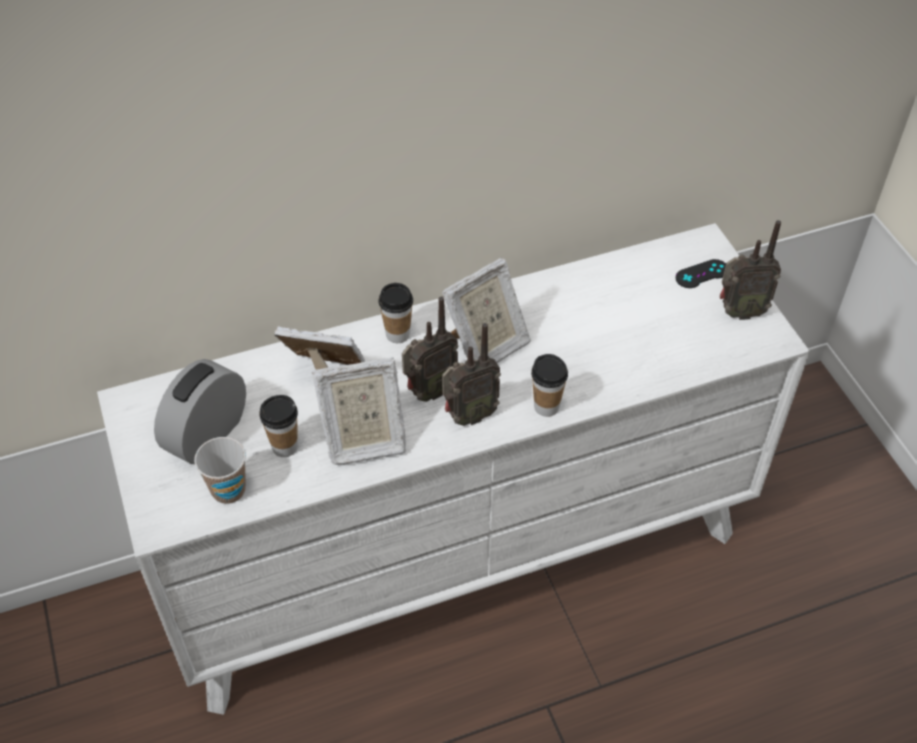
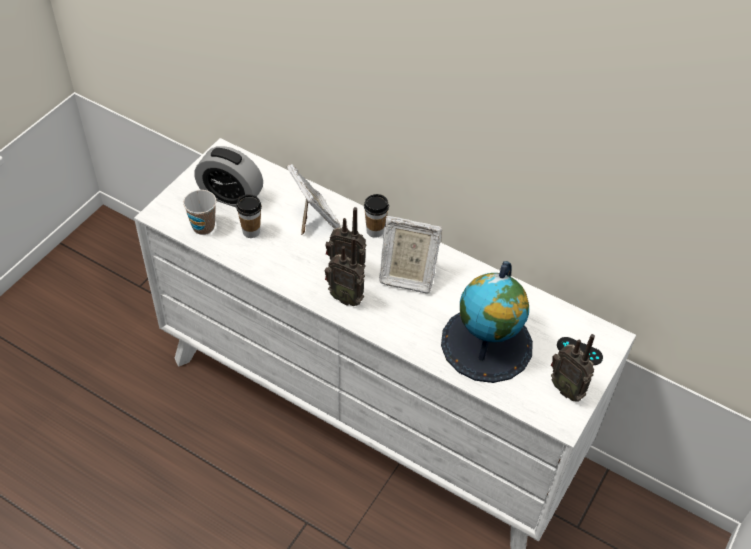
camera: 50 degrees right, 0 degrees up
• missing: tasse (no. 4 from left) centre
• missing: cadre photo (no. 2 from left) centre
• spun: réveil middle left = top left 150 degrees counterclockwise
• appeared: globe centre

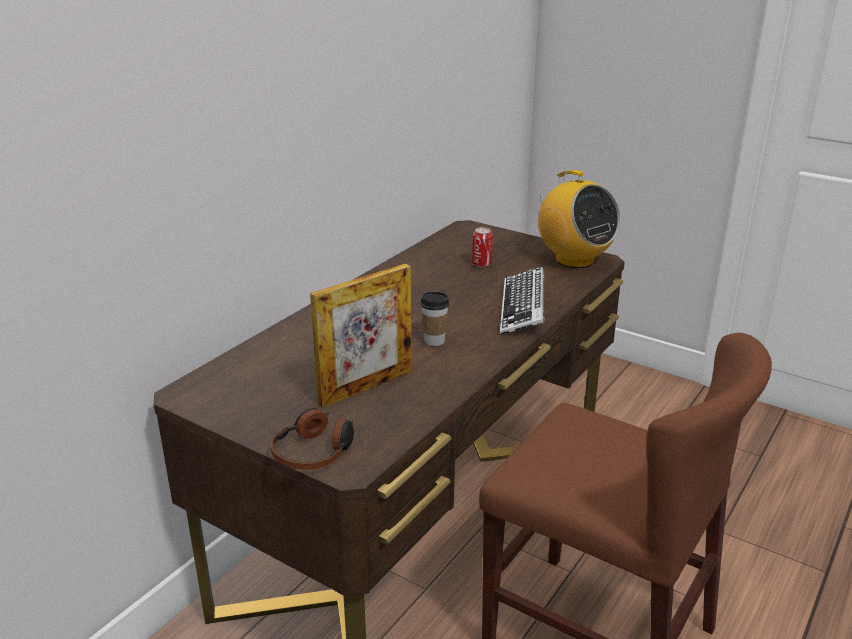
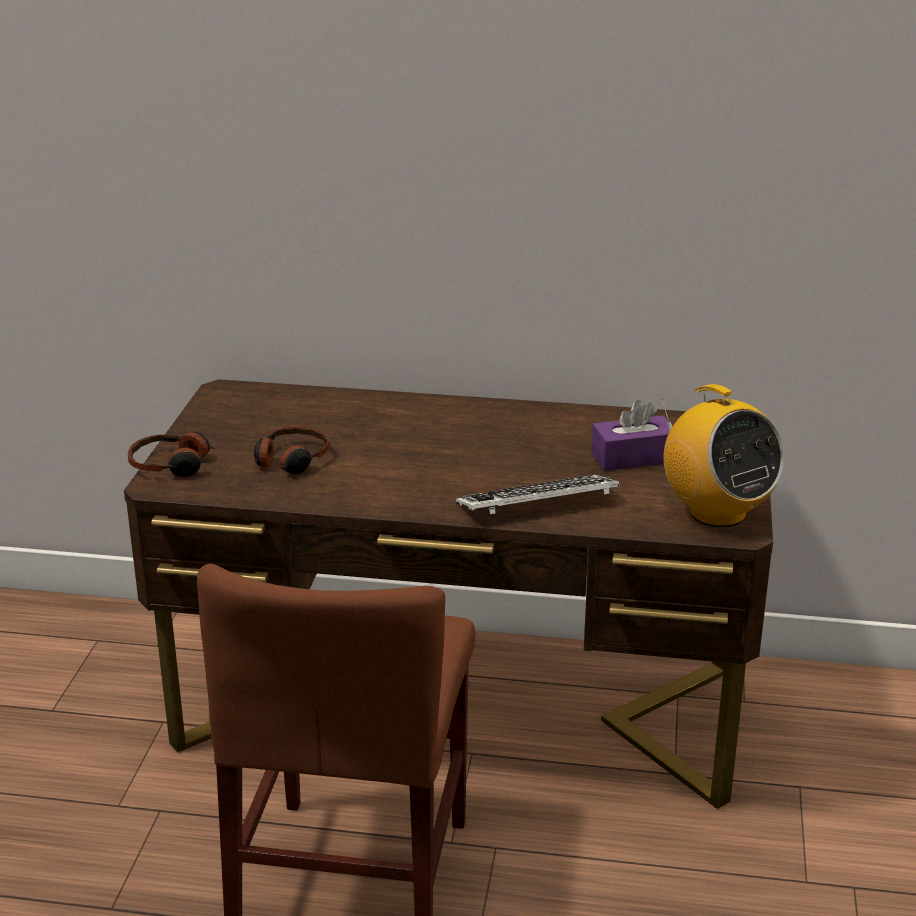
camera: 65 degrees right, 0 degrees up
• spun: radio middle right = middle right 60 degrees counterclockwise
• exchanged: boîte métallique centre to boîte à mouchoirs (violet) middle right
• exchanged: cadre photo centre to casque audio (no. 2 from left) middle left
• missing: tasse centre

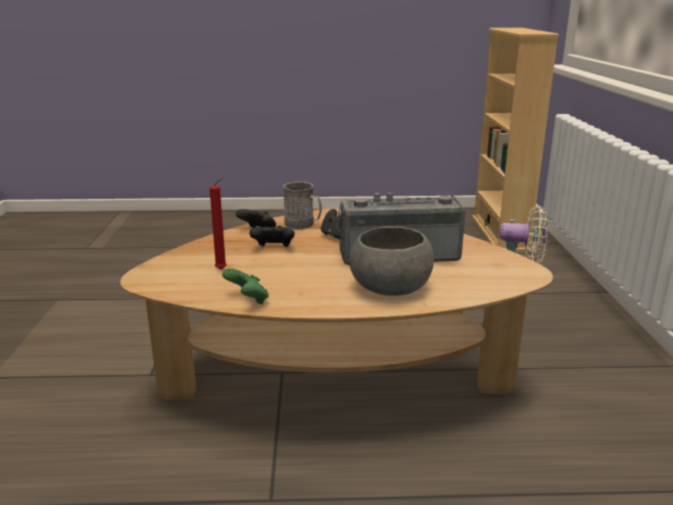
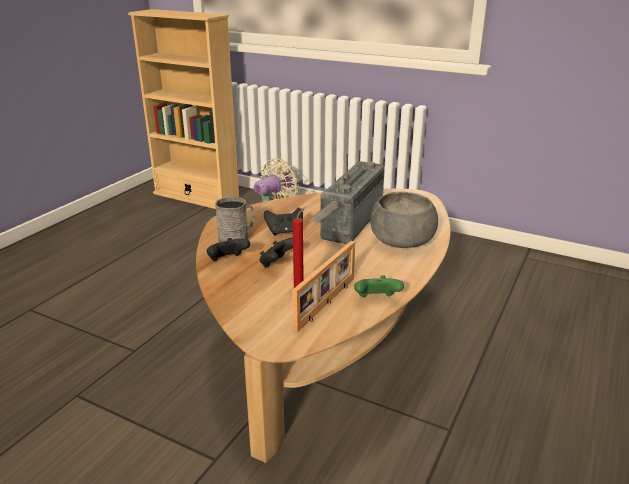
camera: 60 degrees left, 5 degrees up
• appeared: cadre photo centre

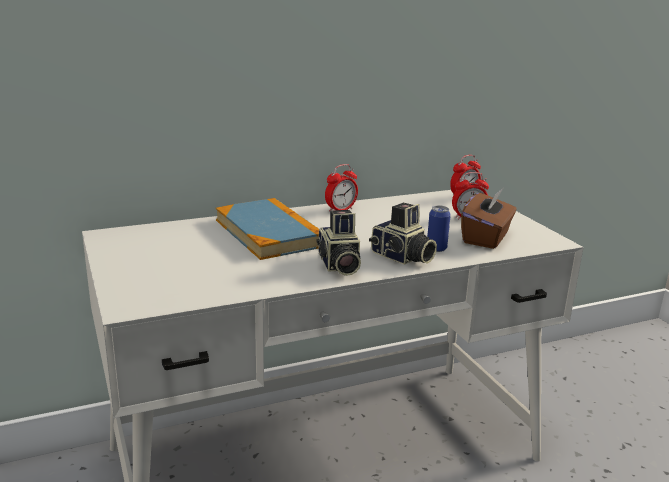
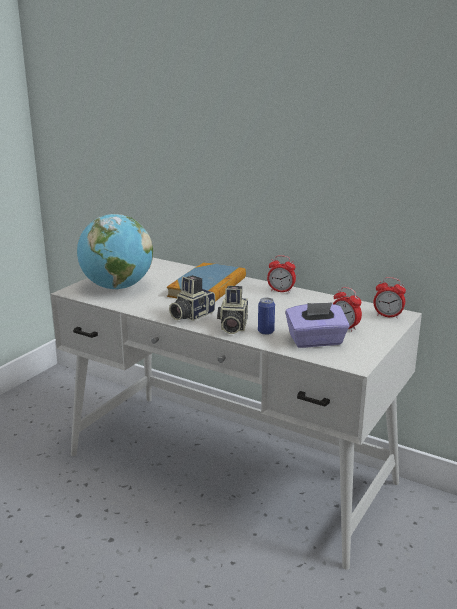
camera: 55 degrees right, 0 degrees up
• colour: boîte à mouchoirs (marron) middle right to boîte à mouchoirs (violet) middle right
• appeared: globe middle left

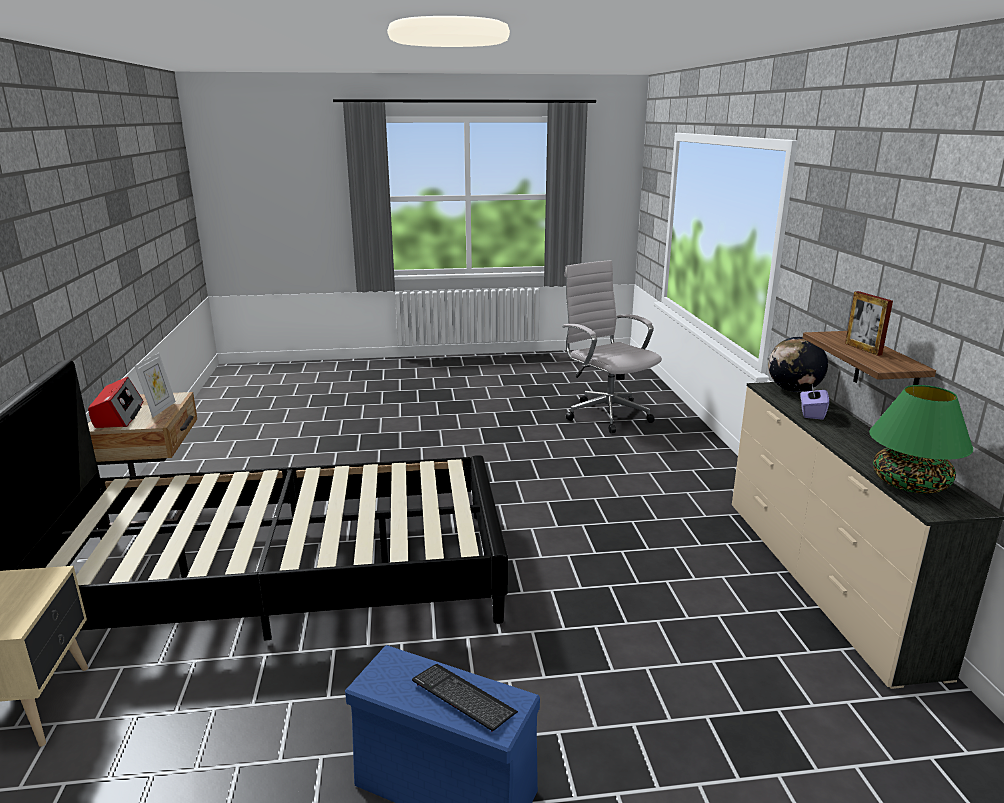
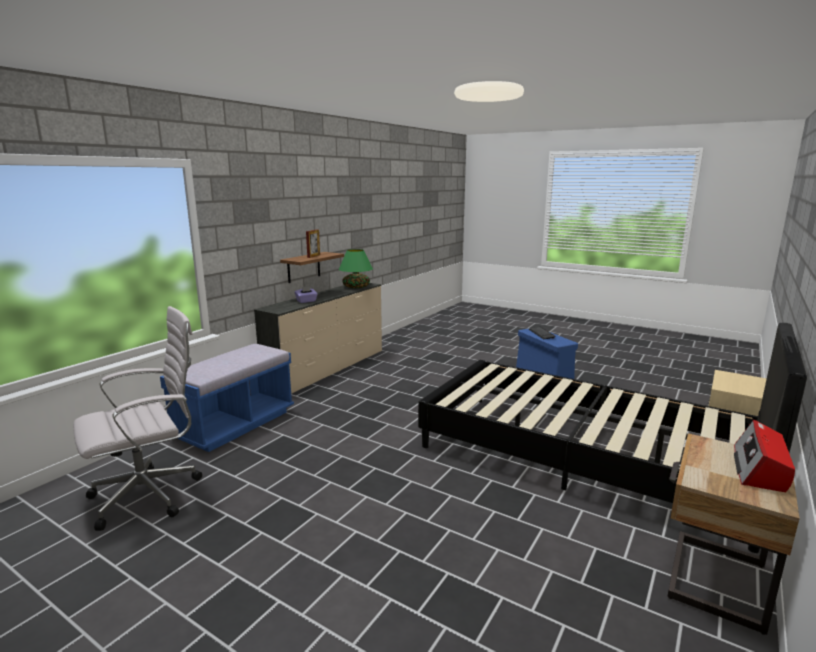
camera: 140 degrees left, 5 degrees down
• spun: chaise de bureau (blanc) centre = middle left 135 degrees counterclockwise
• missing: globe middle right
• missing: cadre photo (no. 1 from left) middle left
• appeared: banc (bleu) middle left

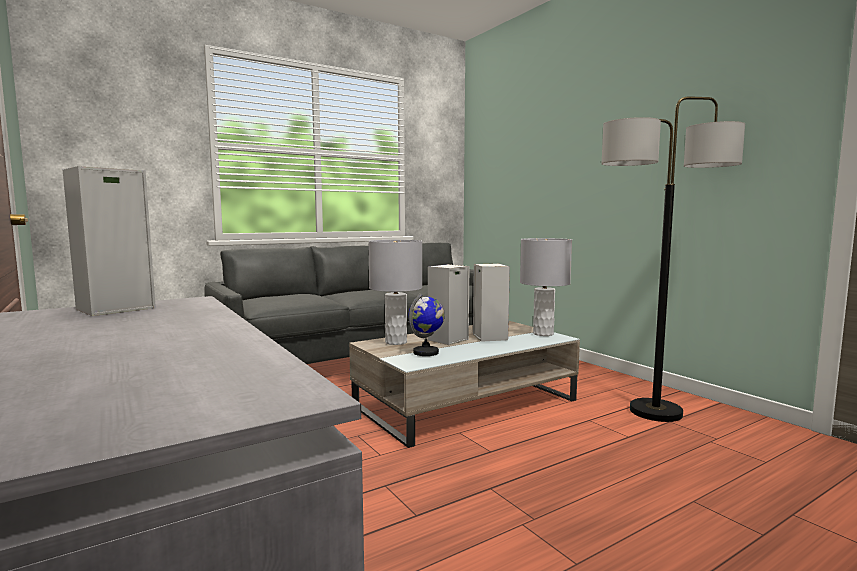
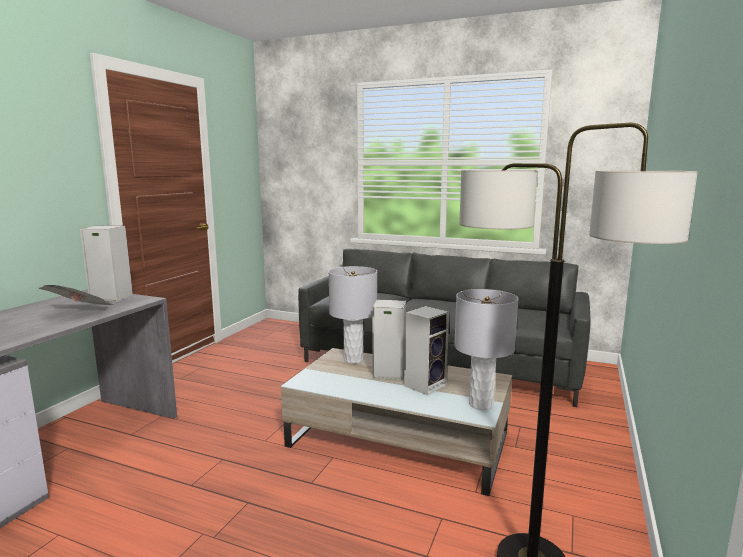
camera: 55 degrees right, 5 degrees up
• missing: globe centre
• appeared: journal middle left

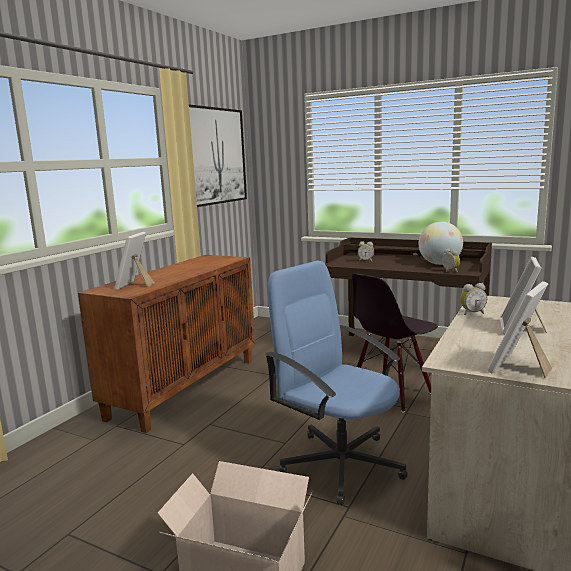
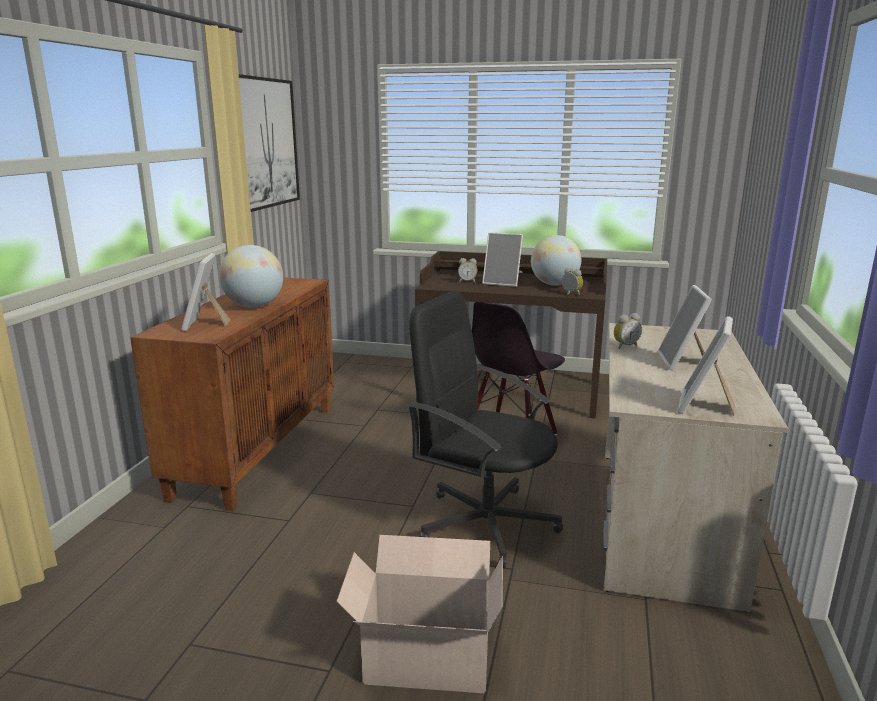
camera: 15 degrees left, 5 degrees up
• colour: chaise de bureau (bleu) bottom centre to chaise de bureau (noir) centre
• appeared: cadre photo (no. 2 from left) centre
• appeared: globe (no. 1 from left) middle left

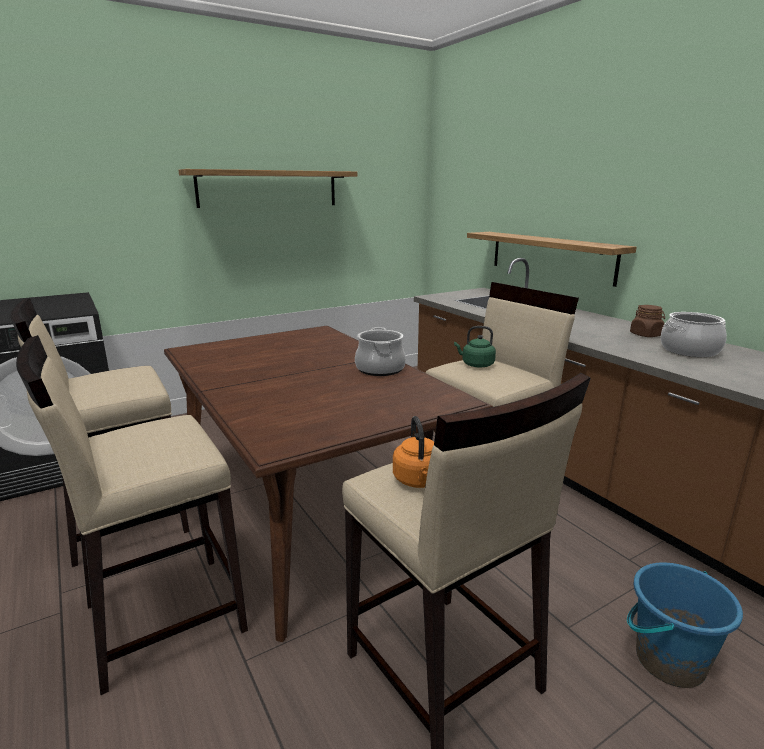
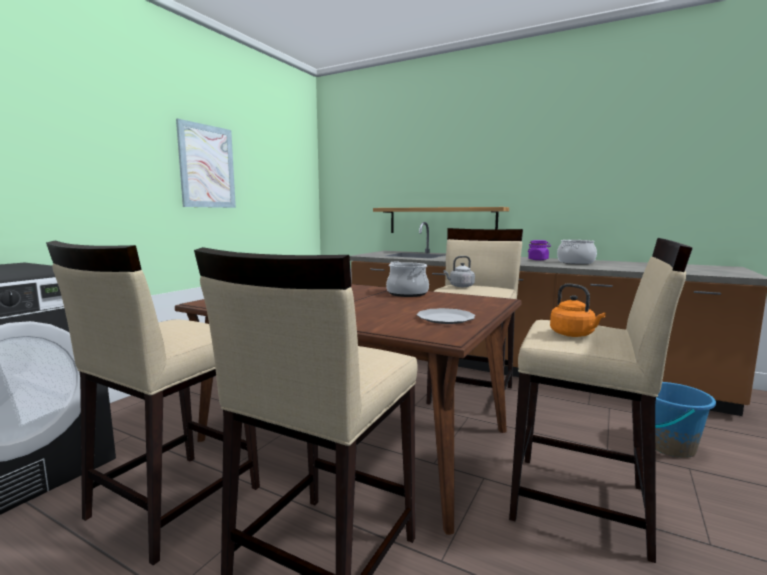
camera: 30 degrees left, 10 degrees down
• exchanged: étagère (no. 1 from left) top centre to tableau top left
• colour: bocal (marron) middle right to bocal (violet) middle right
• colour: bouilloire (vert) centre to bouilloire (gris) centre
• appeared: assiette centre

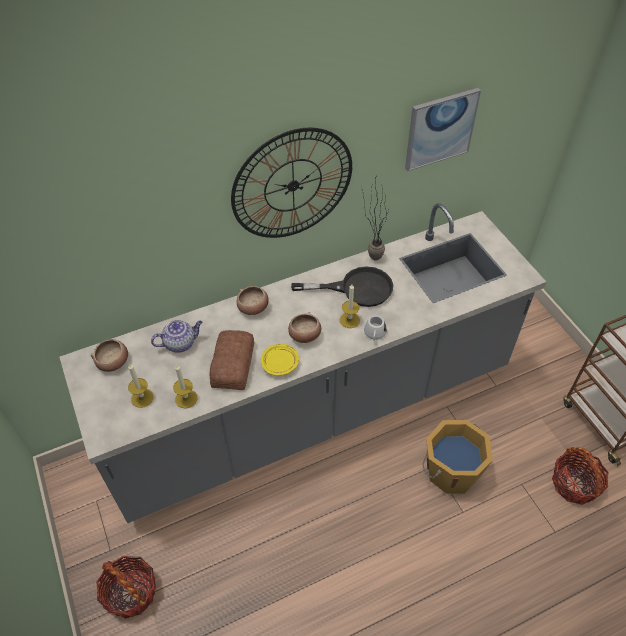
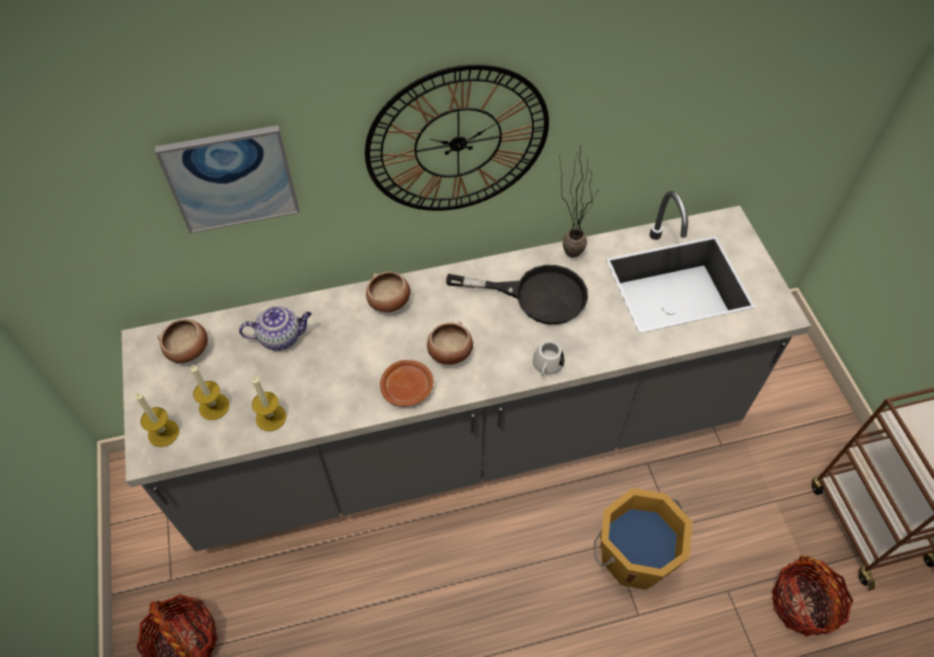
camera: 10 degrees right, 5 degrees up
• relocated: tableau top right to top left
• relocated: bougie (no. 3 from left in the first image) centre to bougie (no. 1 from left) middle left
• missing: pain centre
• colour: assiette (jaune) centre to assiette (marron) centre

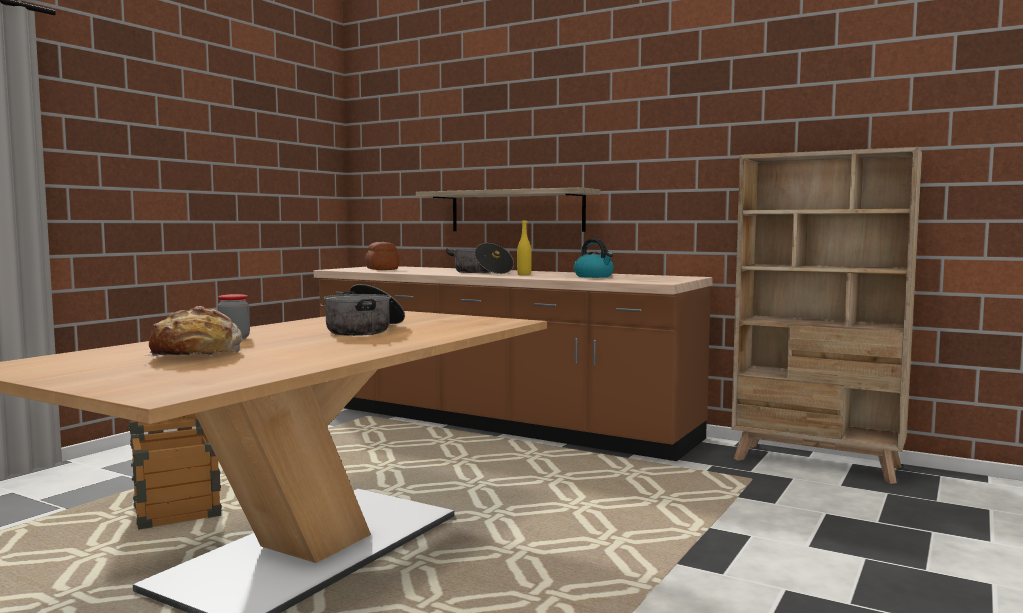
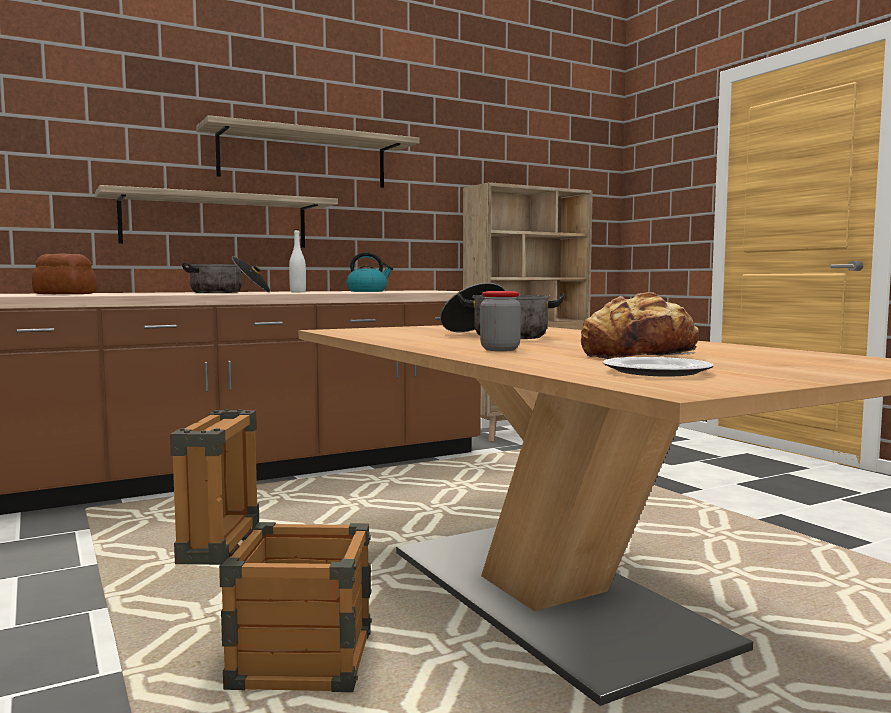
camera: 60 degrees left, 0 degrees up
• colour: bouteille (jaune) centre to bouteille (blanc) centre
• appeared: étagère (no. 2 from left) top centre
• appeared: assiette middle right

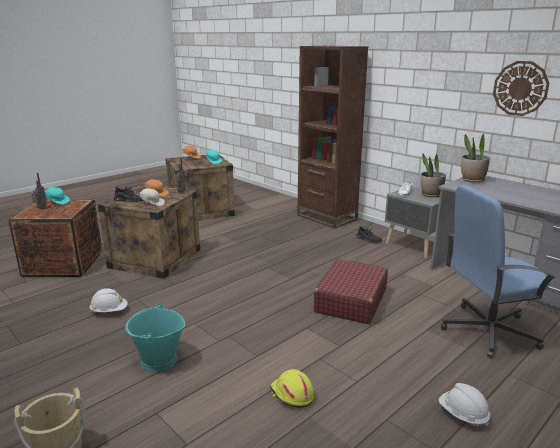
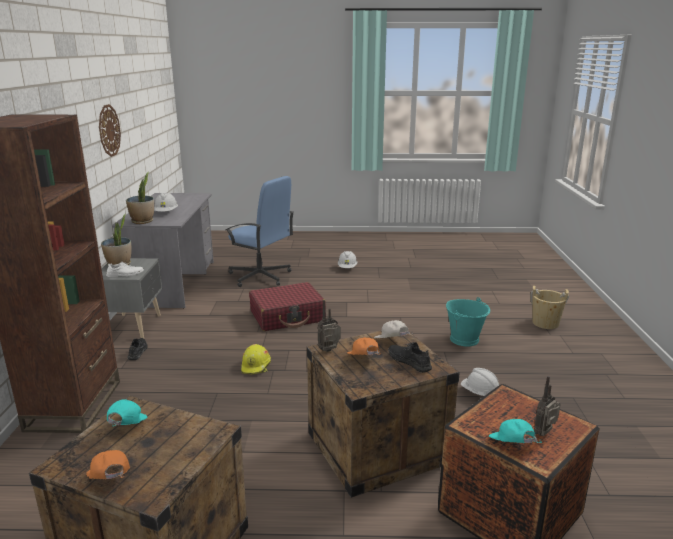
camera: 135 degrees left, 0 degrees up
• relocated: casque de chantier (jaune) bottom centre to centre
• appeared: casque de chantier (blanc) (no. 1 from left) middle left

